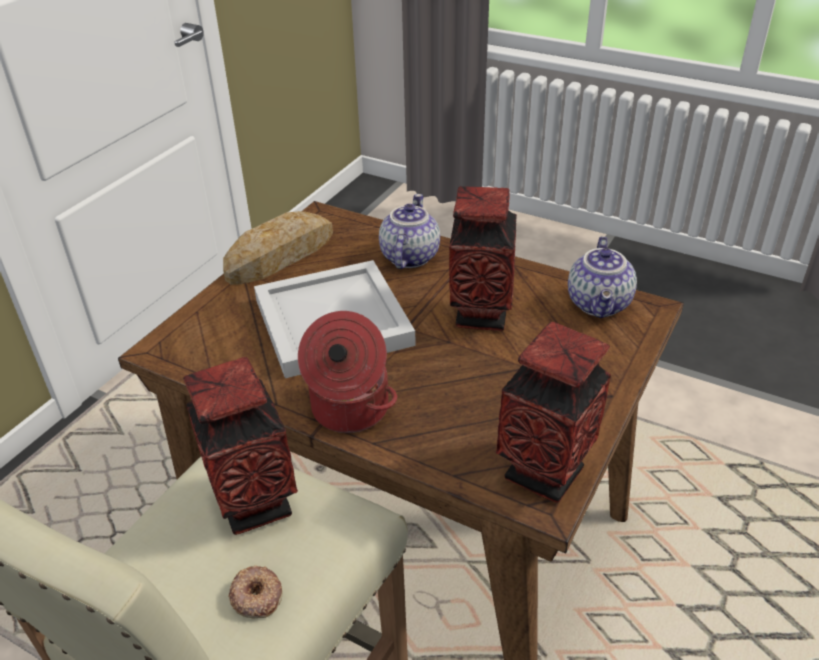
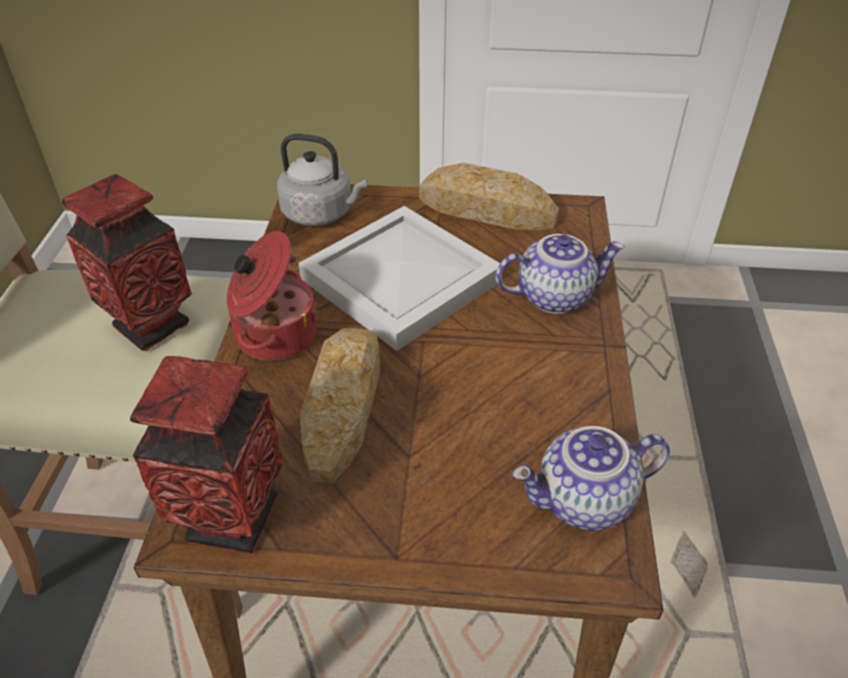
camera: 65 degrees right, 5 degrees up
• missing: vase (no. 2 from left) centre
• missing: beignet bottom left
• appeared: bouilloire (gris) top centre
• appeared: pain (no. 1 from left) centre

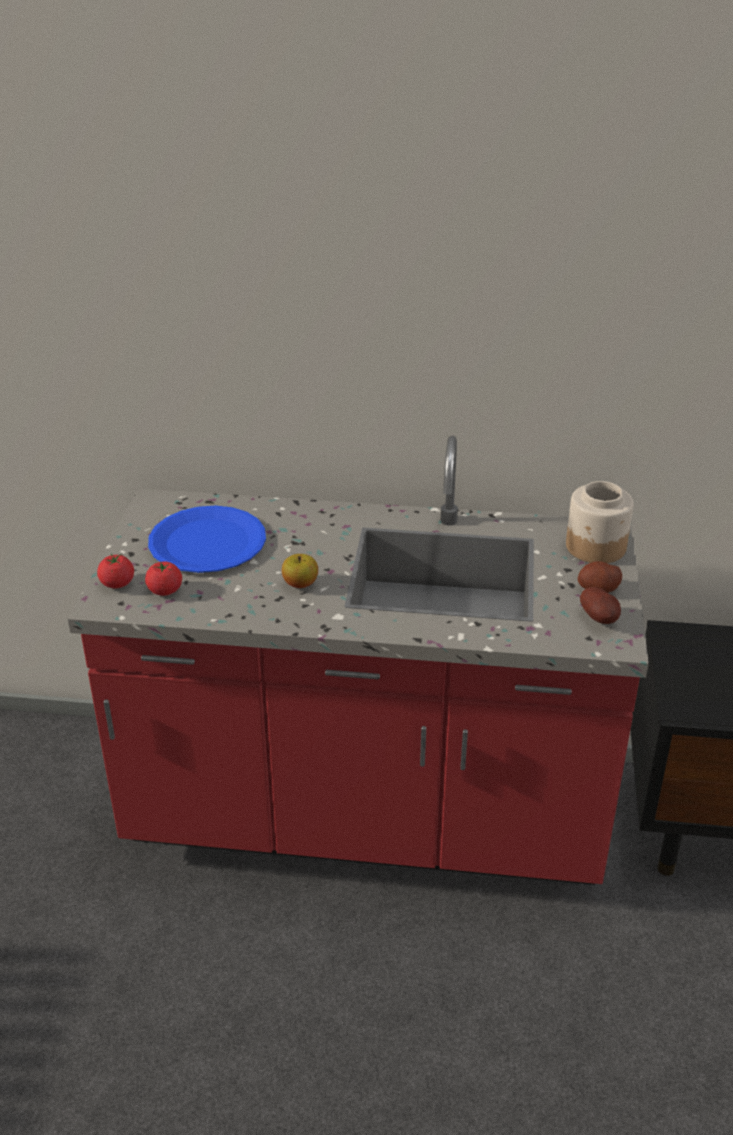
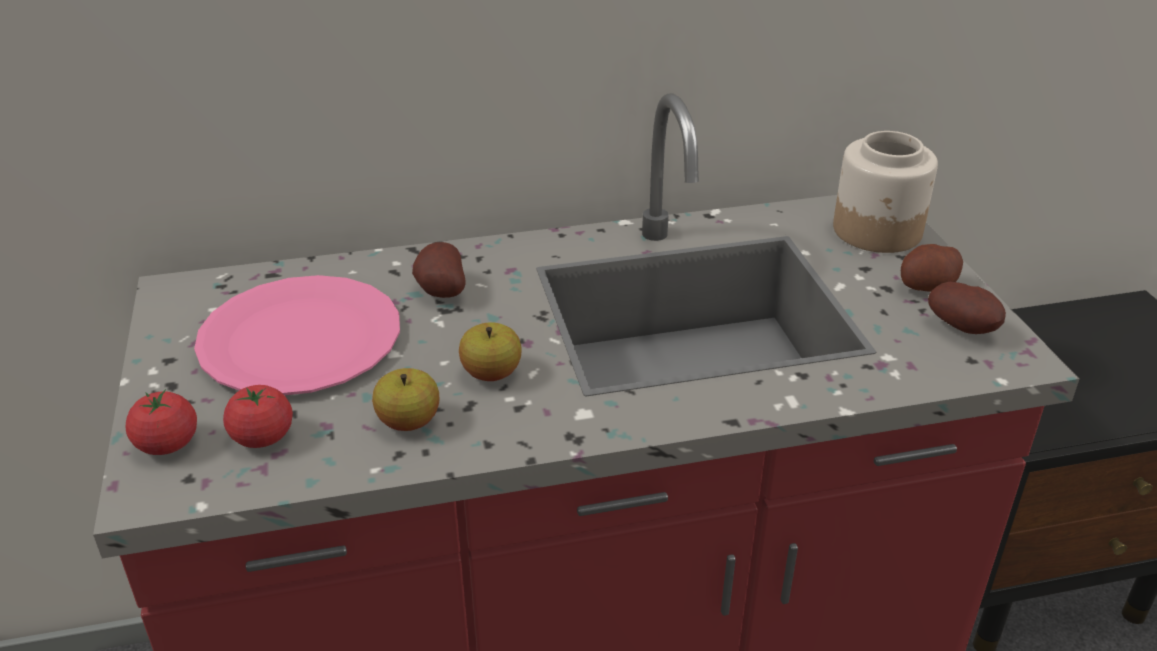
camera: 20 degrees left, 0 degrees up
• colour: assiette (bleu) middle left to assiette (rose) middle left
• appeared: pomme de terre (no. 1 from left) centre
• appeared: pomme (no. 1 from left) centre

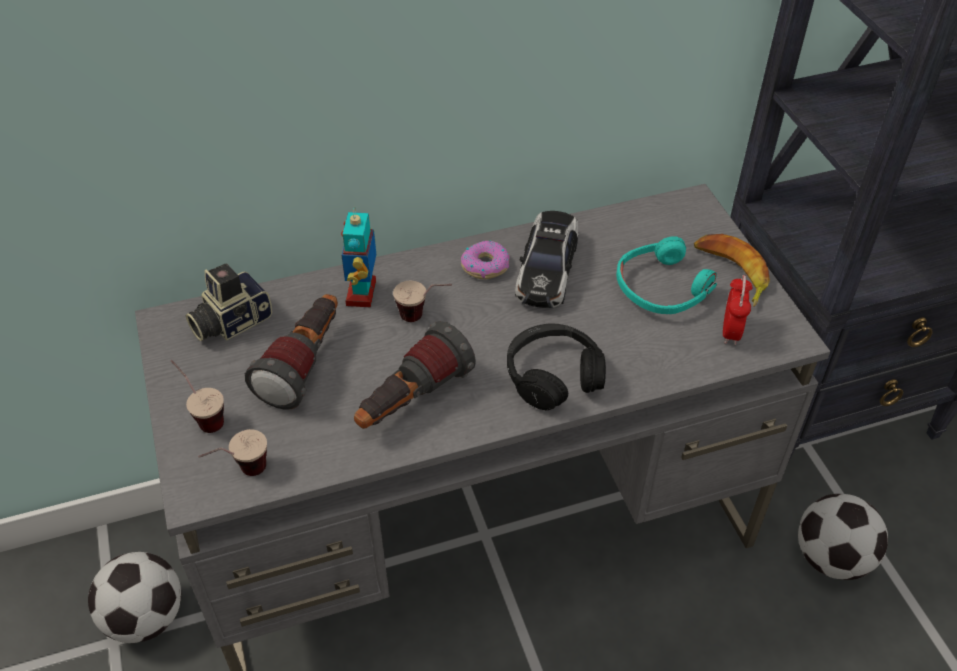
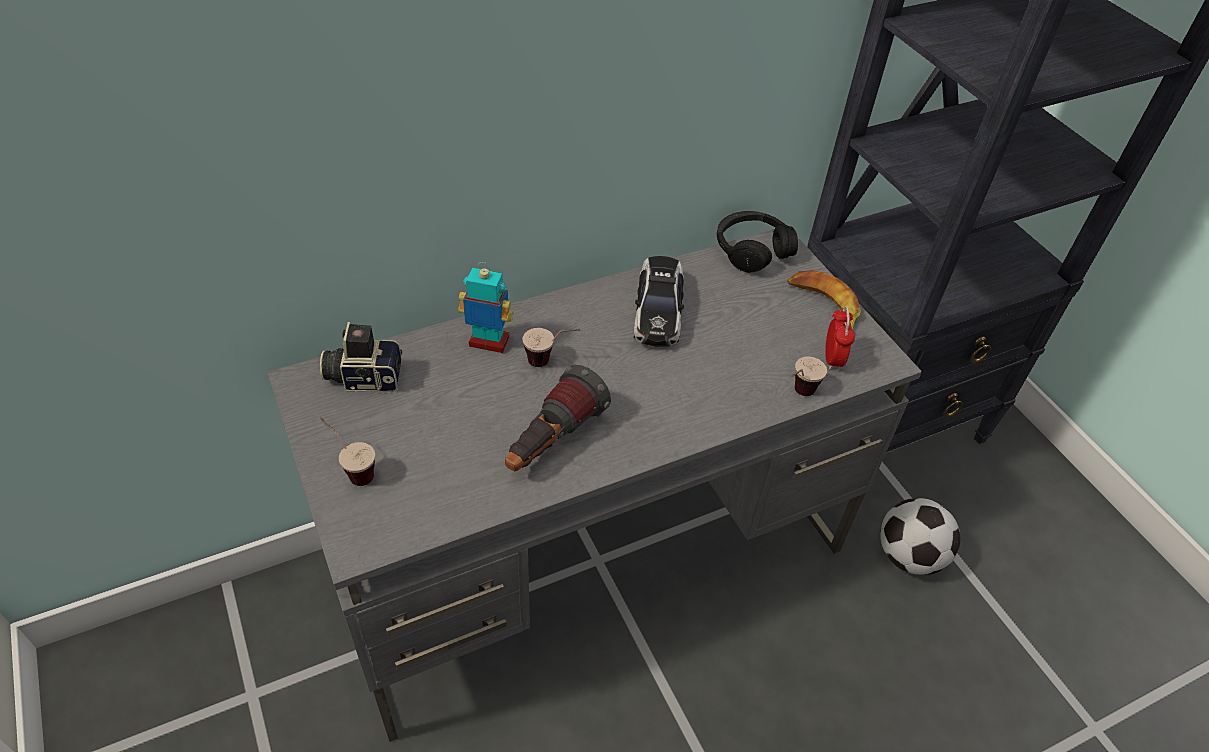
camera: 10 degrees left, 0 degrees up
• spun: robot jouet centre = centre 105 degrees clockwise
• missing: casque audio (turquoise) middle right
• missing: beignet centre
• spun: appareil photo middle left = middle left 45 degrees clockwise
• missing: lampe de poche (no. 1 from left) middle left
• relocated: casque audio (noir) centre to top centre
• relocated: tasse (no. 2 from left in the first image) bottom left to tasse (no. 3 from left) middle right
• missing: ballon de foot (no. 1 from left) bottom left

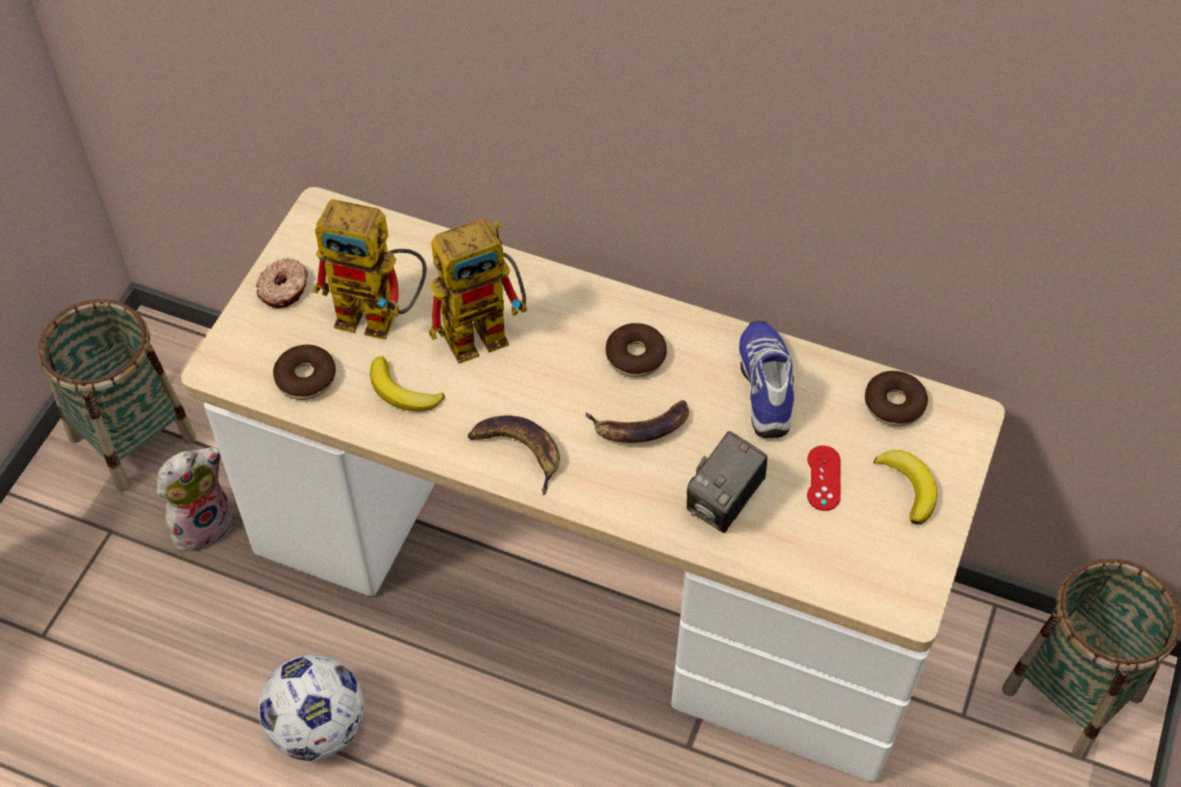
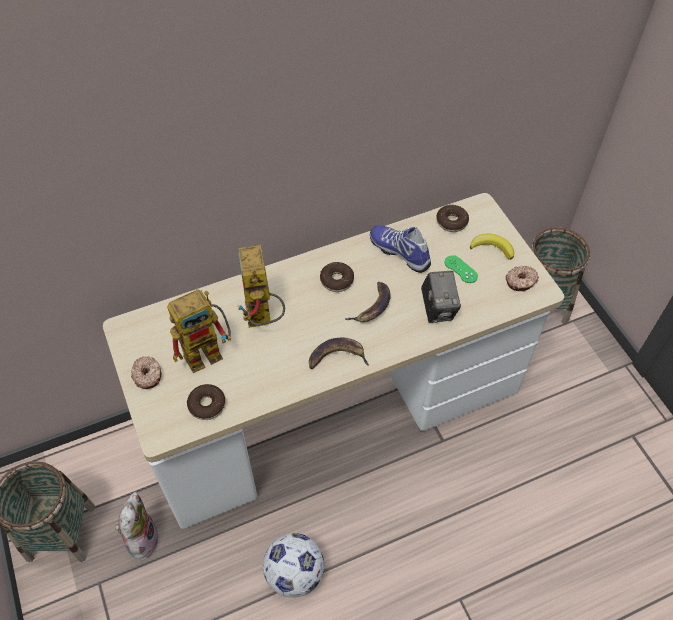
camera: 45 degrees left, 0 degrees up
• spun: robot jouet (no. 2 from left) centre = centre 150 degrees clockwise
• missing: banane (no. 1 from left) centre
• colour: manette (rouge) middle right to manette (vert) middle right
• appeared: beignet (no. 5 from left) middle right

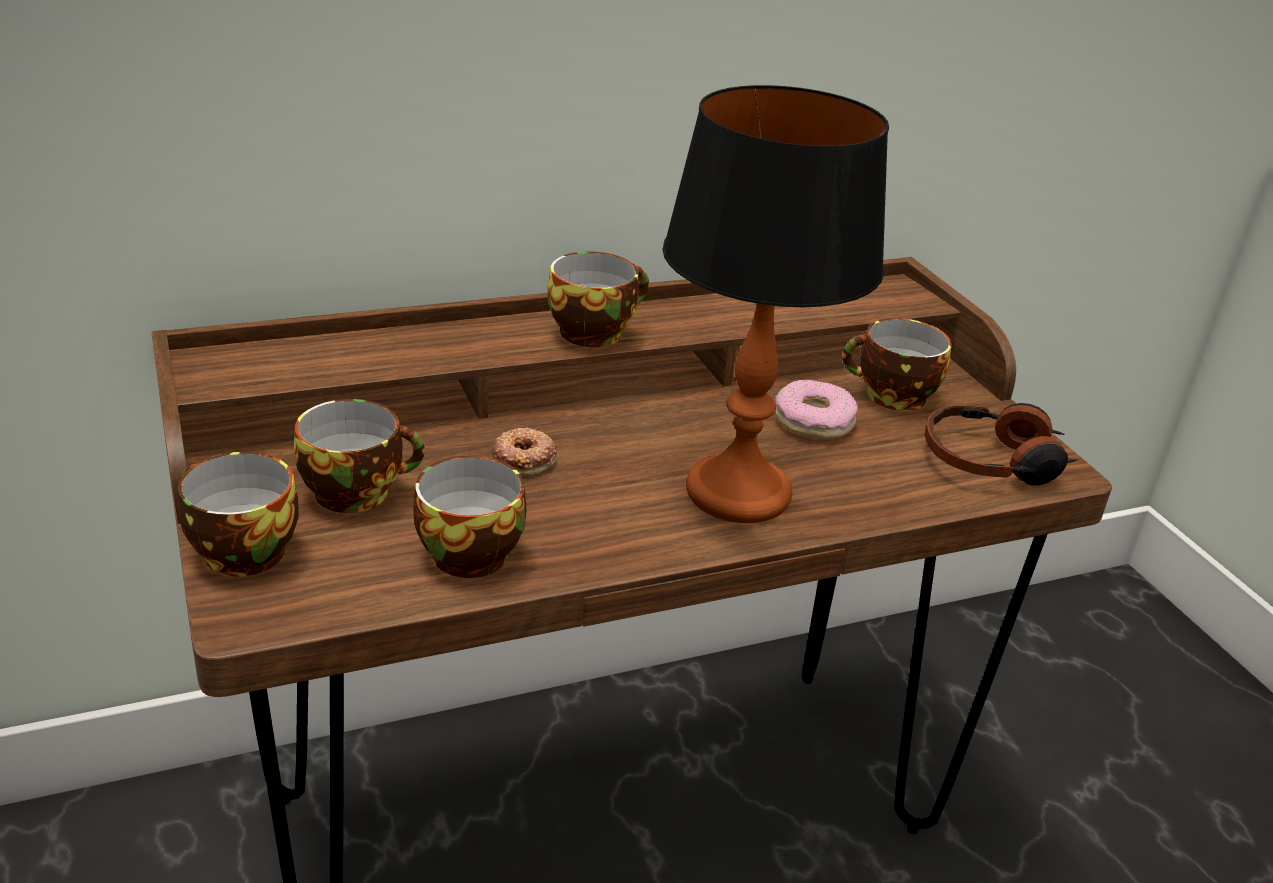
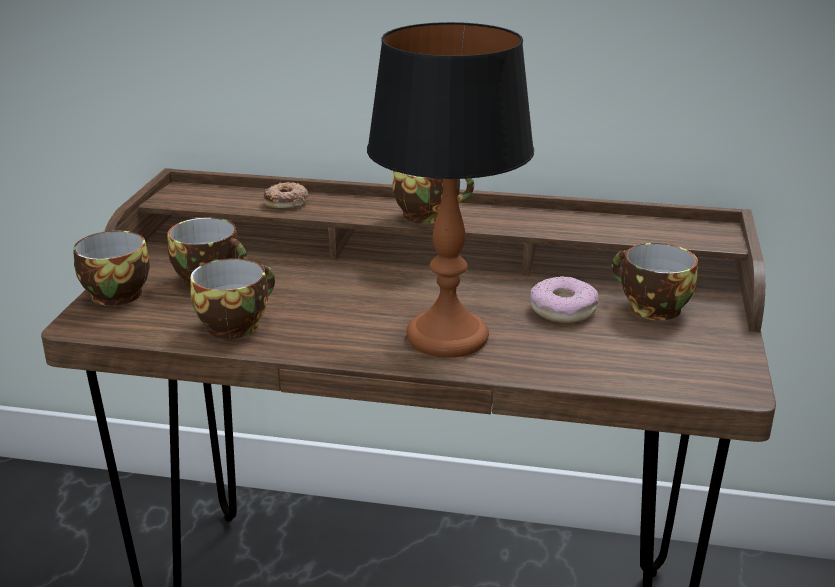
camera: 35 degrees right, 5 degrees down
• missing: casque audio middle right
• relocated: beignet (no. 1 from left) centre to top centre

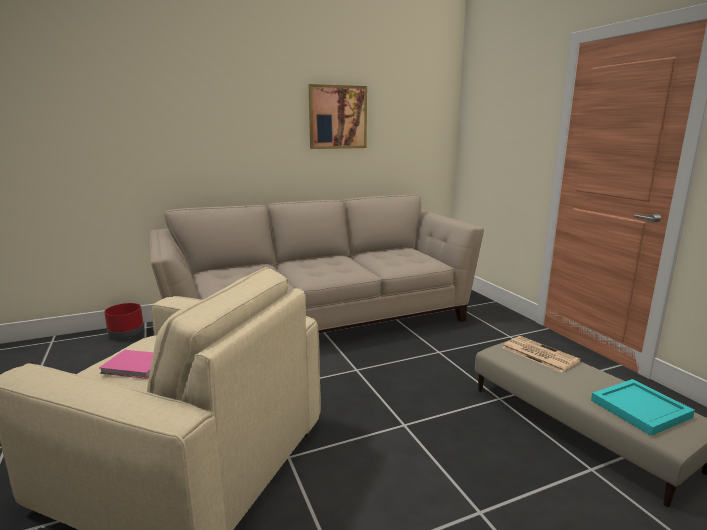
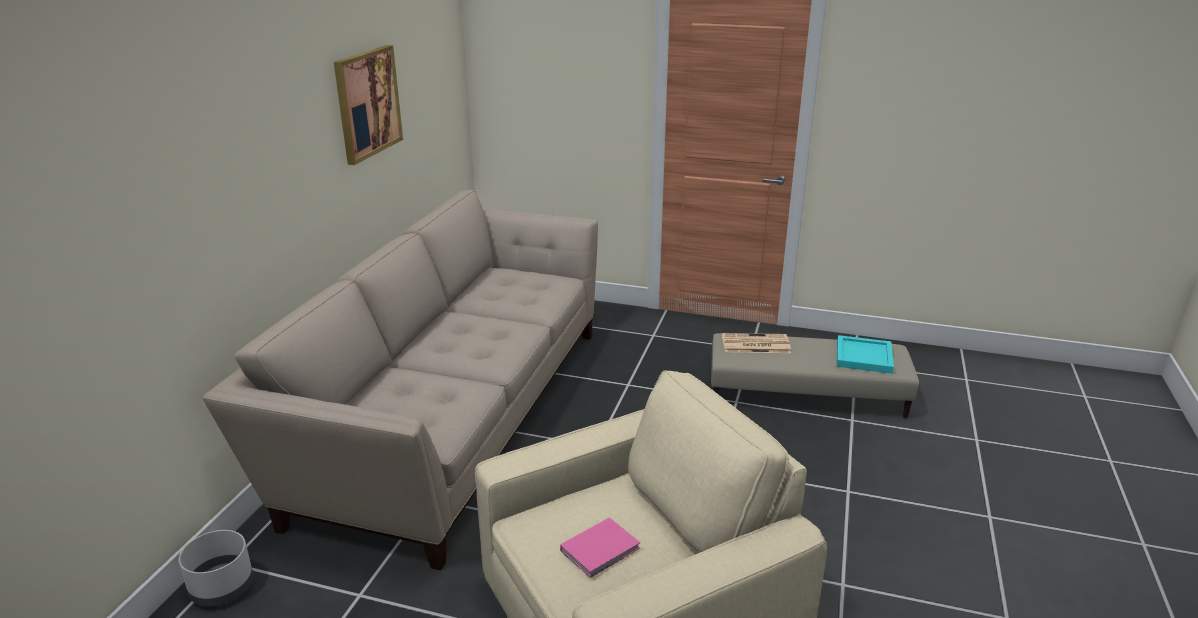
camera: 50 degrees left, 10 degrees up
• colour: cache-pot (rouge) middle left to cache-pot (gris) bottom left

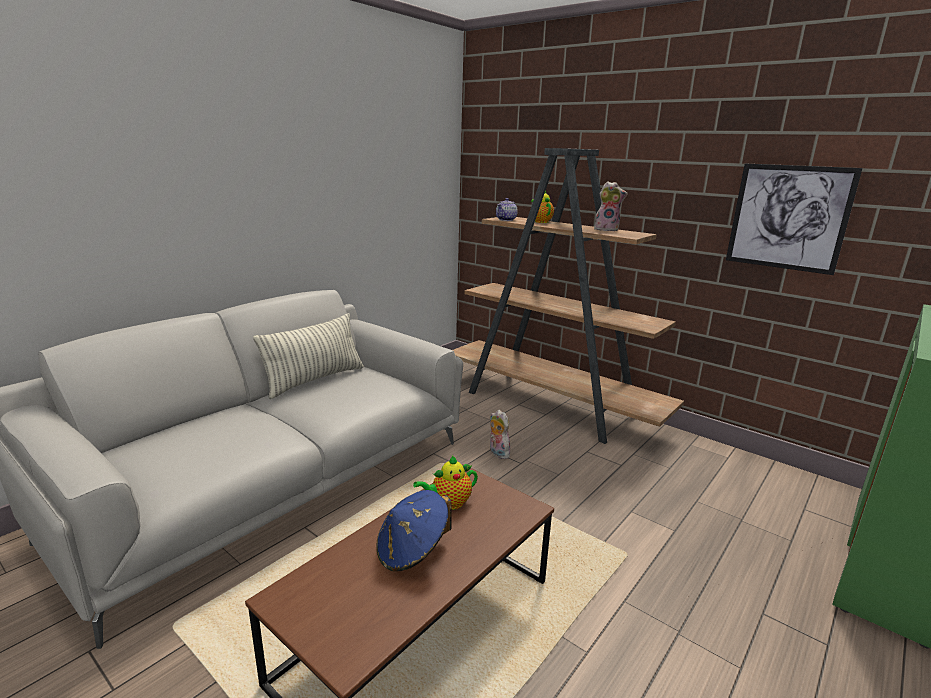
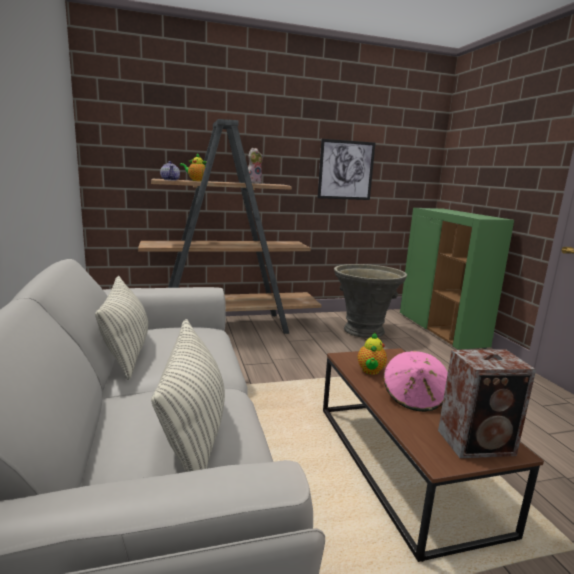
camera: 55 degrees left, 5 degrees down
• missing: peluche (no. 1 from left) centre
• colour: chapeau (bleu) bottom centre to chapeau (rose) middle right
• appeared: cache-pot (gris) centre
• appeared: coussin (no. 2 from left) bottom left
• appeared: enceinte bottom right

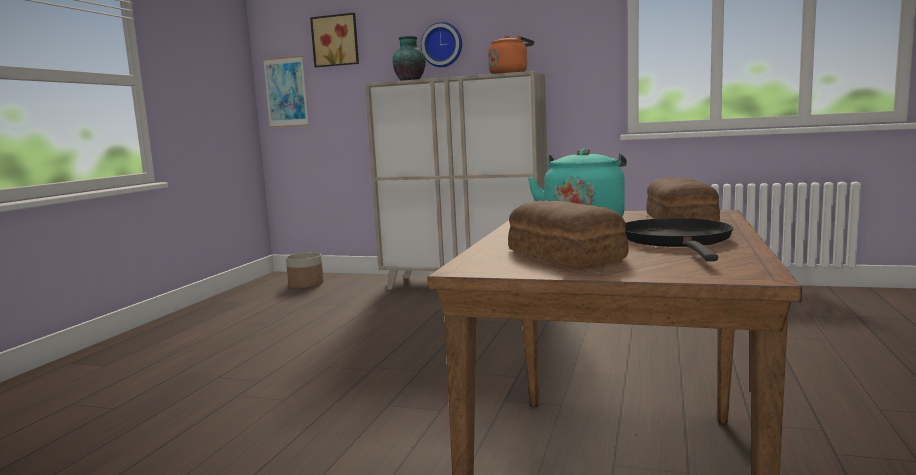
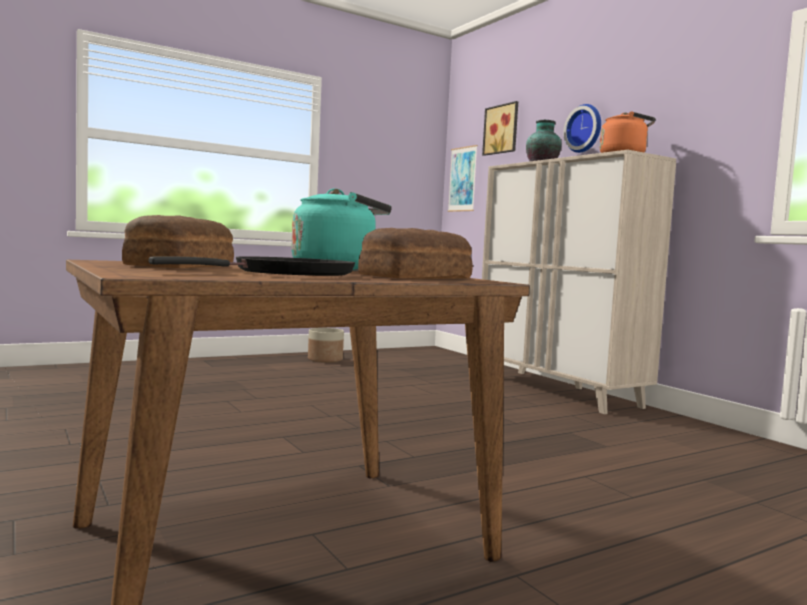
camera: 40 degrees right, 5 degrees down
• relocated: cache-pot middle left to centre

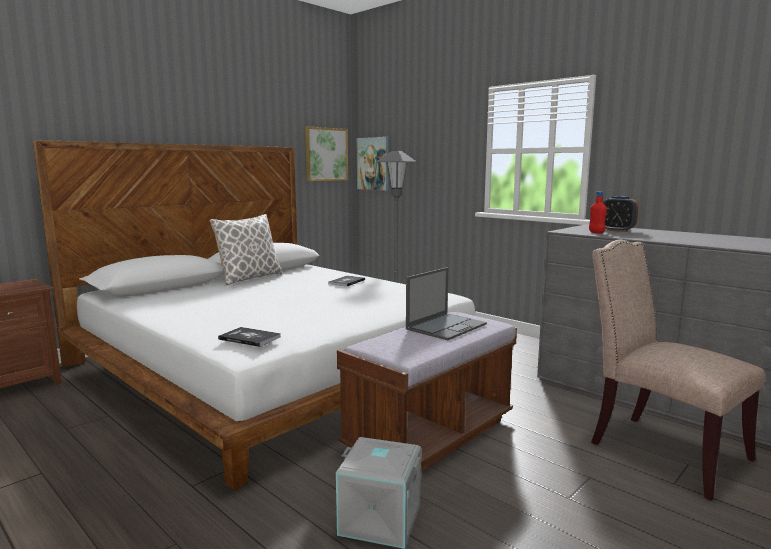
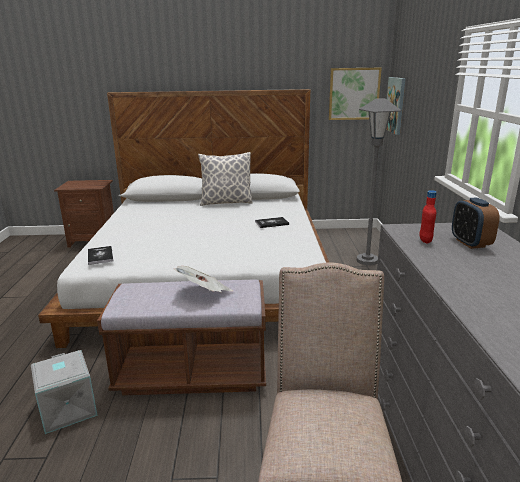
camera: 45 degrees right, 10 degrees up
• exchanged: ordinateur portable centre to journal centre

